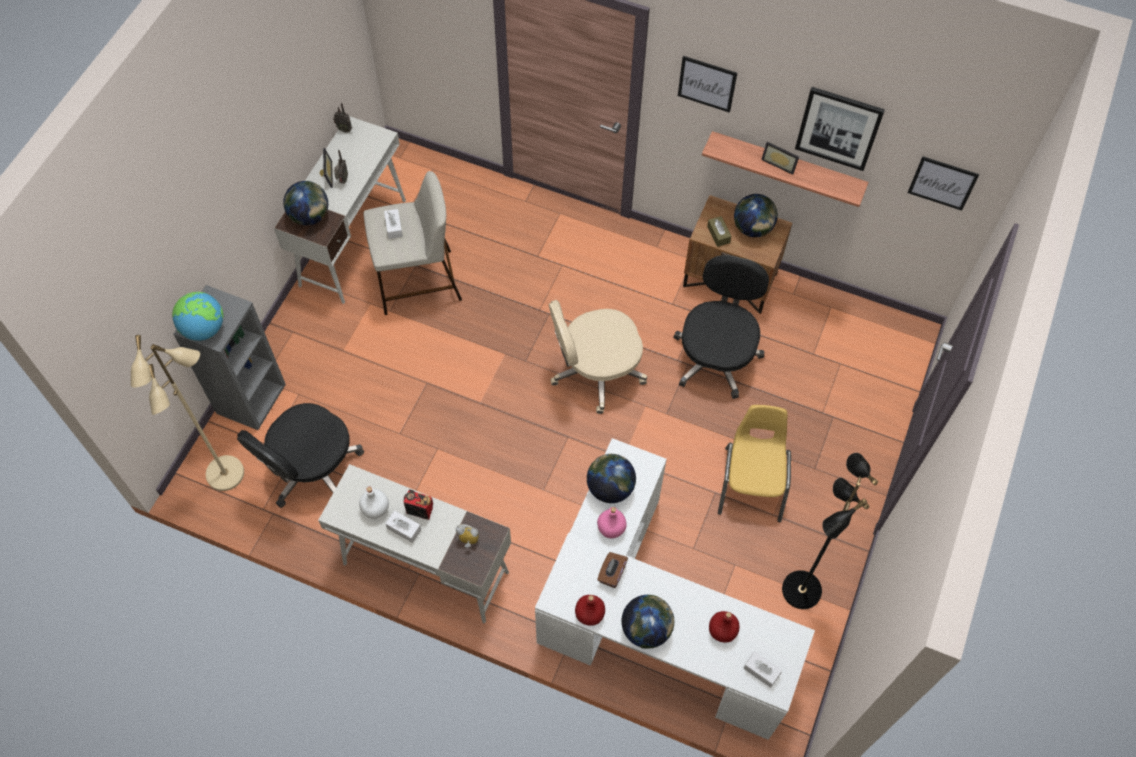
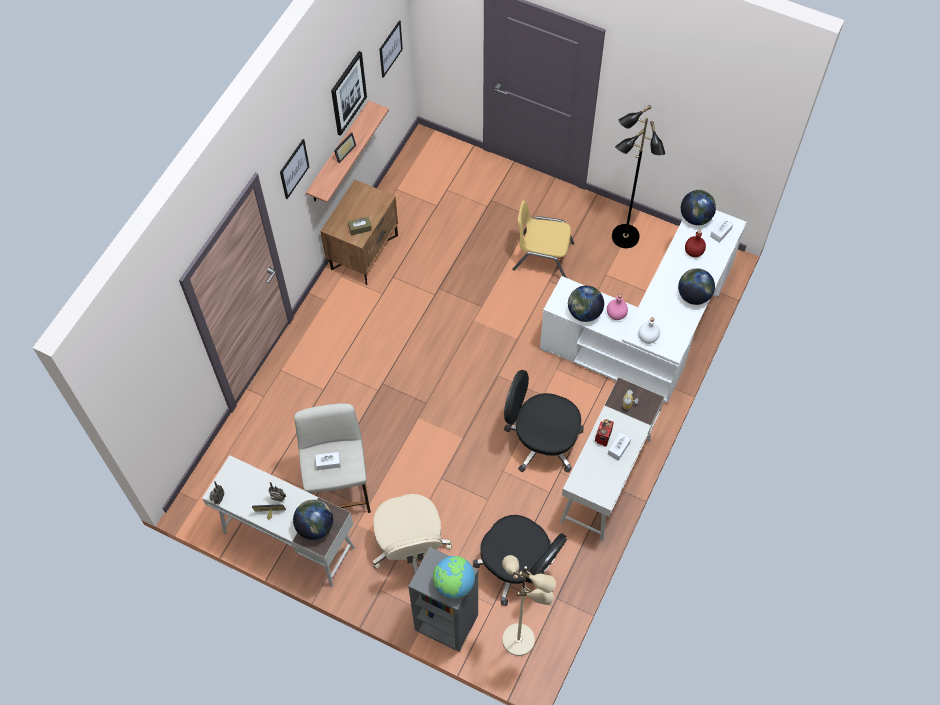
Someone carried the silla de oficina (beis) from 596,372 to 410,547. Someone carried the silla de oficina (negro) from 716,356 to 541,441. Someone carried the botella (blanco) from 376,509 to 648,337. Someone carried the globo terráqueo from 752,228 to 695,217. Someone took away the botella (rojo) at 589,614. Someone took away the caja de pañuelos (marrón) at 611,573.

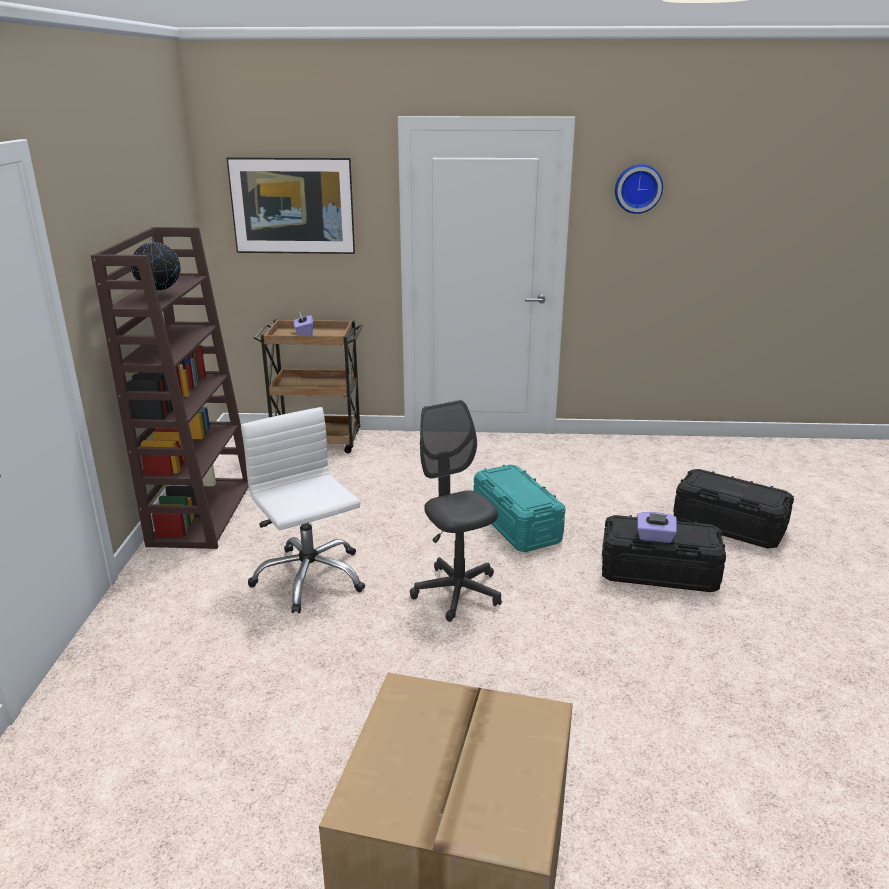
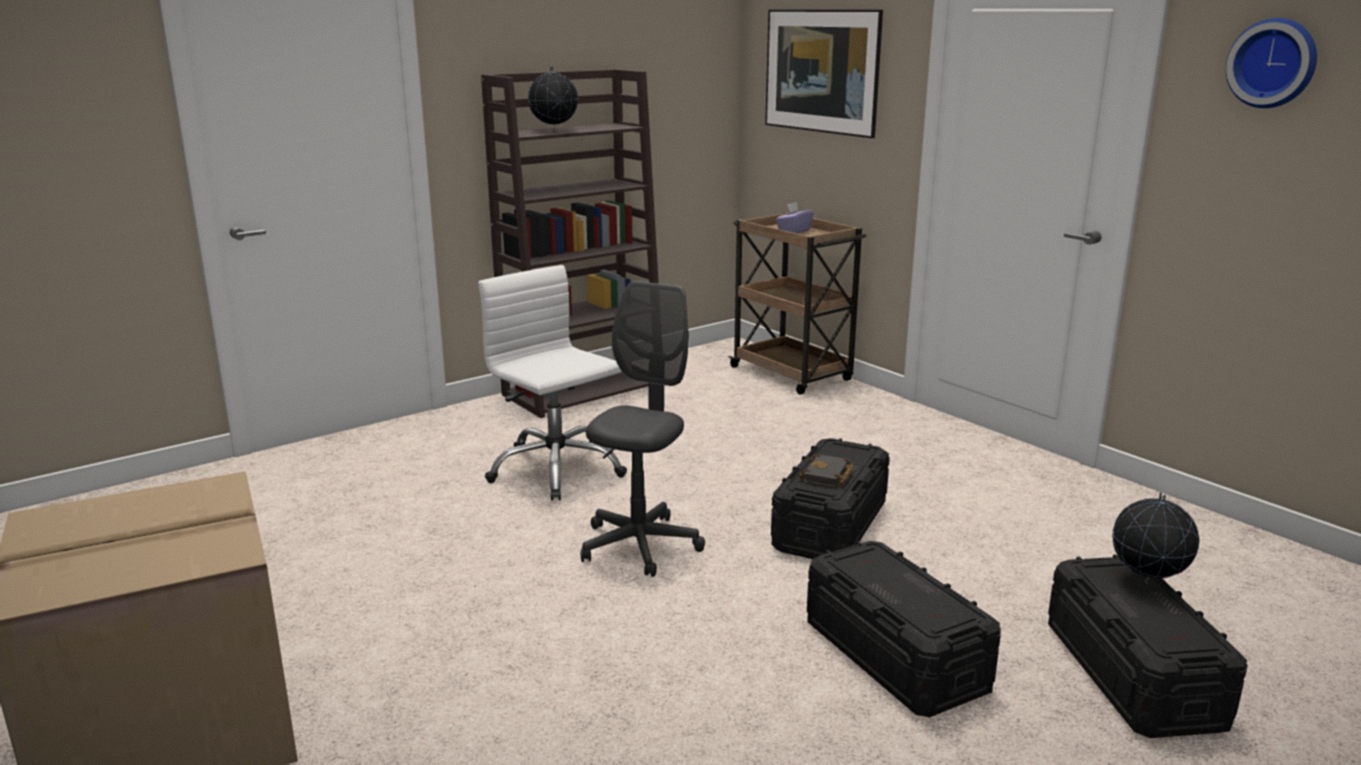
Someone rotated the silla de oficina (blanco) at 309,577 by 60 degrees counterclockwise. Someone repainted the caja de almacenaje (turquesa) at 516,524, which became the caja de almacenaje (negro) at 831,525. Someone put down the libro (negro) at 828,476. Someone put down the globo terráqueo at 1147,582. Someone took away the caja de pañuelos (morado) at 655,537.

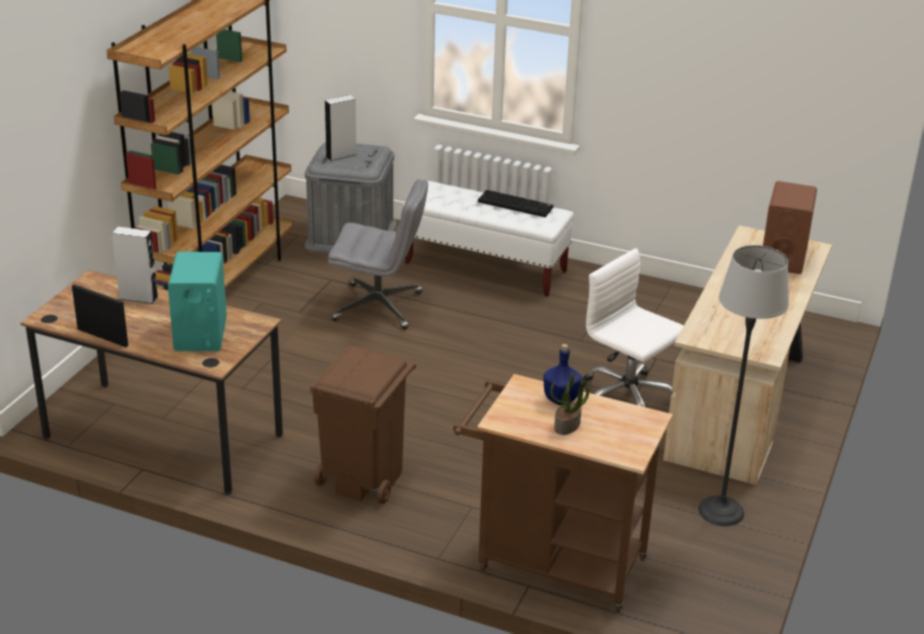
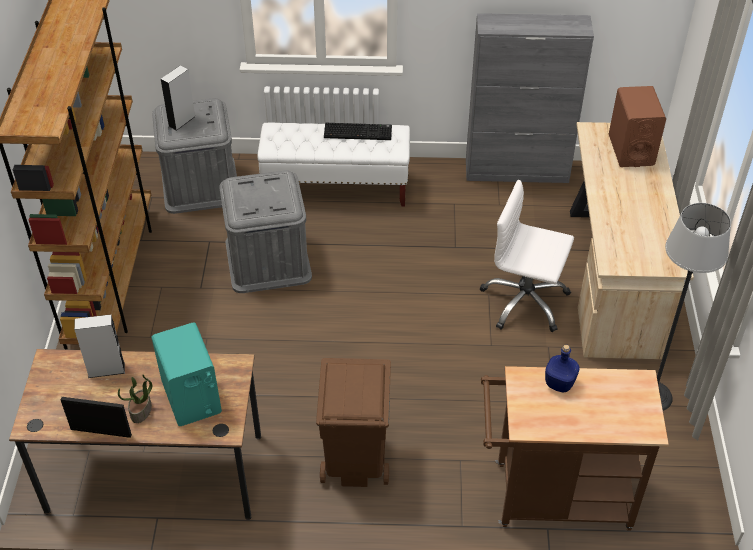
Someone carried the planta en maceta from 567,426 to 141,411. Someone swapped the silla de oficina (gris) at 379,306 for the caja de almacenaje (gris) at 268,260. Someone put down the armario (gris) at 517,171.

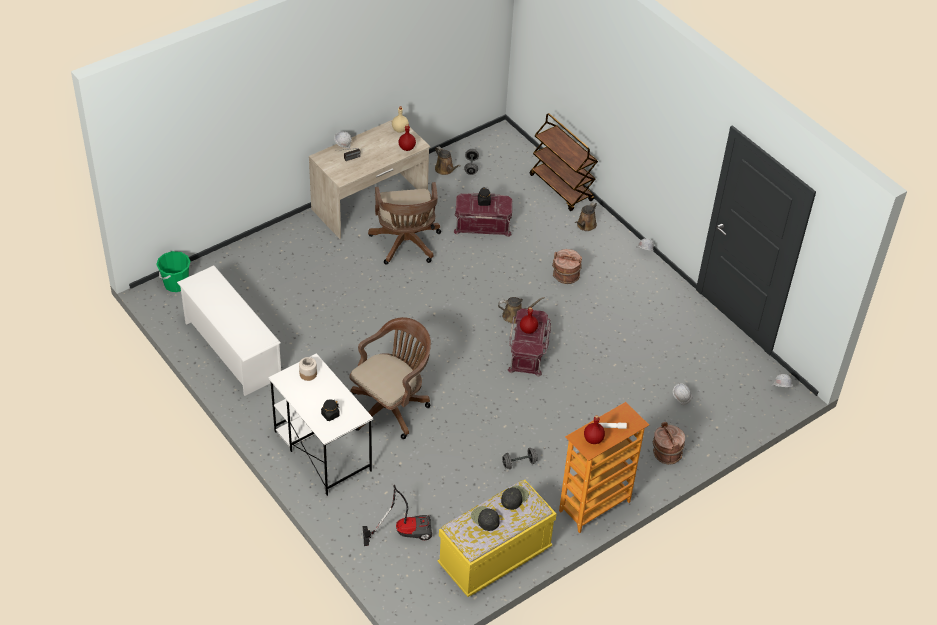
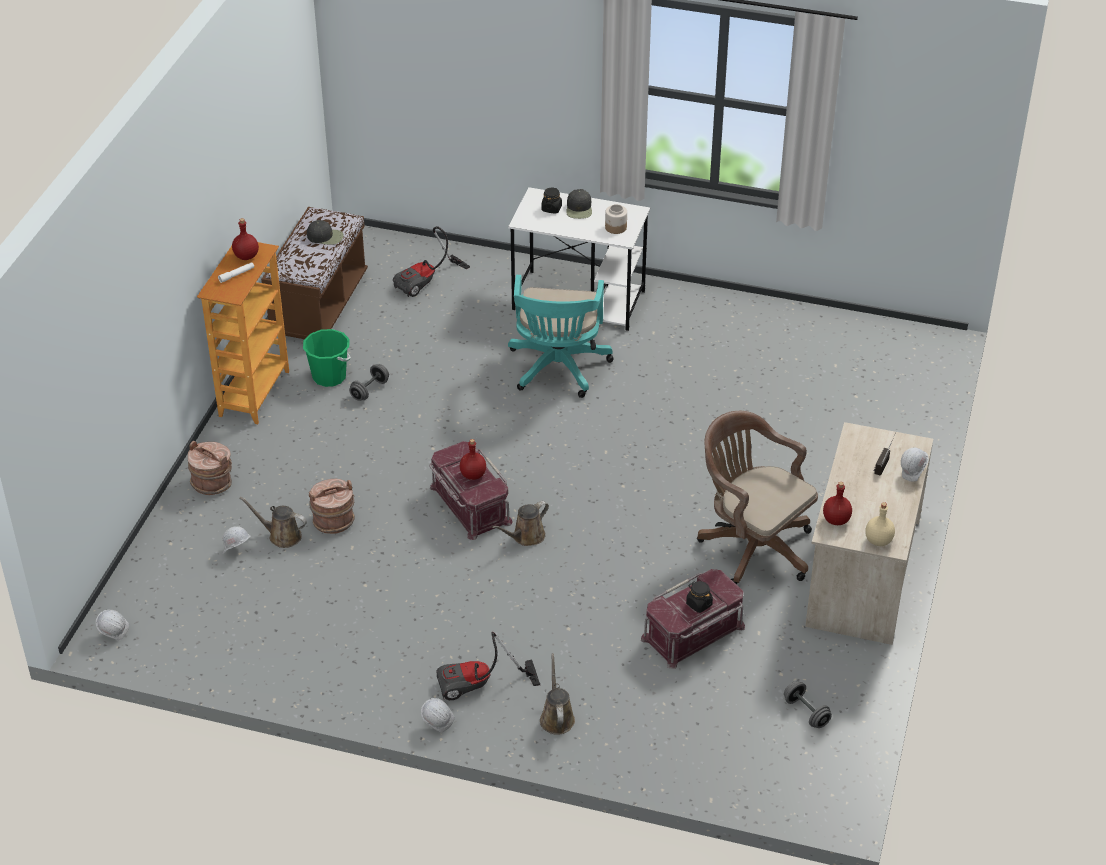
Someone carried the regadera (marrón) from 445,170 to 281,536. Someone repainted the banco (amarillo) at 494,557, which became the banco (marrón) at 319,305. Someone carried the cubo (verde) from 176,284 to 329,376. Someone carried the cubo (marrón) from 565,276 to 333,521. Someone put down the aspiradora at 479,686. Someone repainted the silla de oficina (marrón) at 391,407, which became the silla de oficina (turquesa) at 557,370. Someone carried the gorra (negro) from 514,497 to 579,209. Someone took away the zapatero (blanco) at 232,350. Someone took away the carrito (marrón) at 561,188.

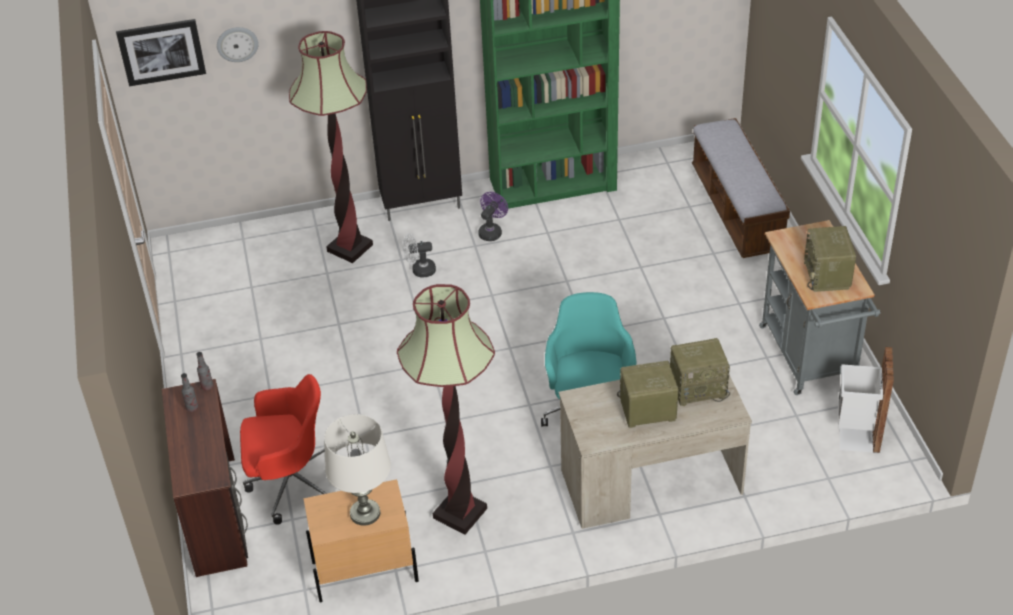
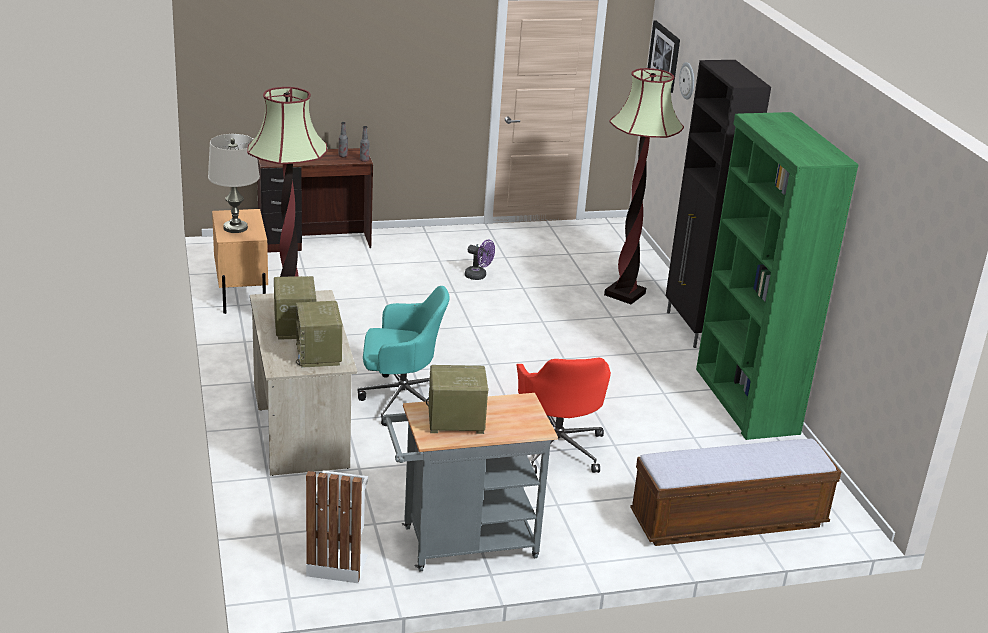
Someone carried the ventilador (morado) from 492,231 to 478,276. Someone carried the silla de oficina (rojo) from 290,483 to 557,448. Someone took away the ventilador (blanco) at 419,270.

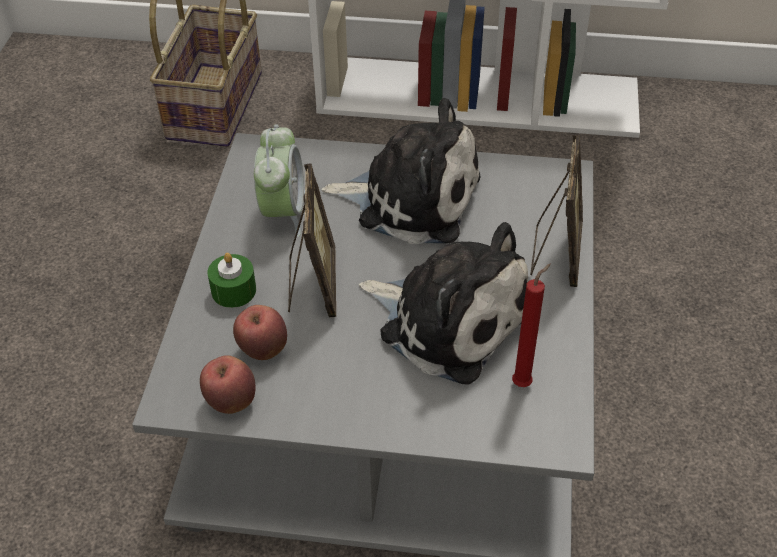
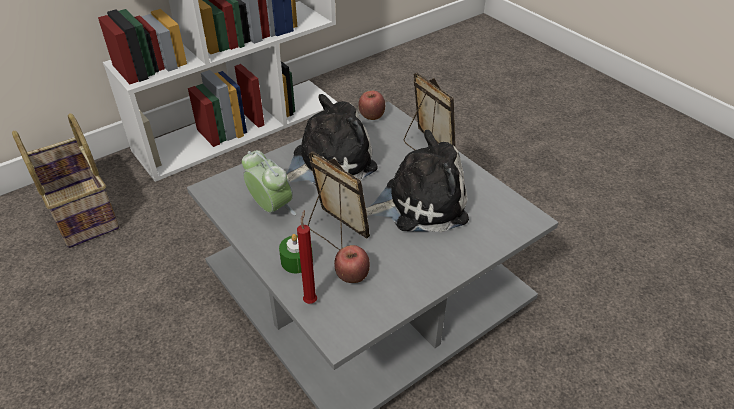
Someone carried the vela (rojo) from 524,382 to 311,300. Someone carried the manzana from 231,401 to 372,117.

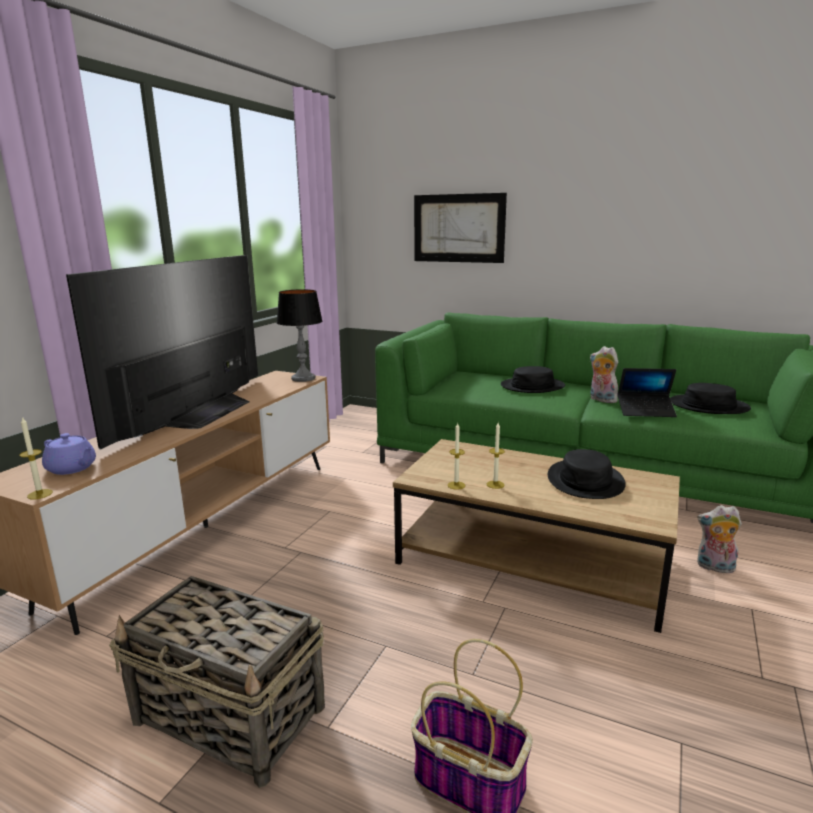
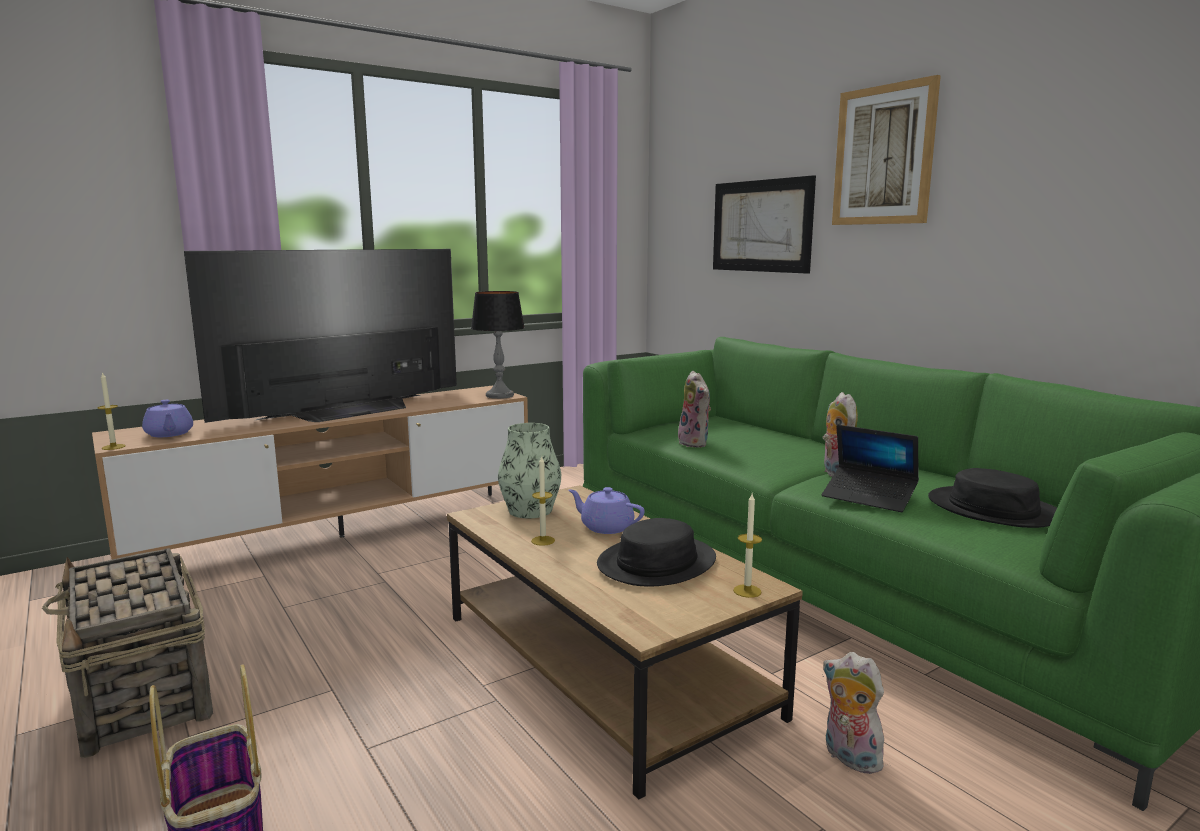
Someone put down the florero at 530,510. Someone put down the tetera (morado) at 606,527. Someone put down the peluche at 696,443. Someone carried the vela from 456,485 to 747,591. Someone put up the cuadro at 883,155. Someone took away the sombrero (negro) at 532,386.

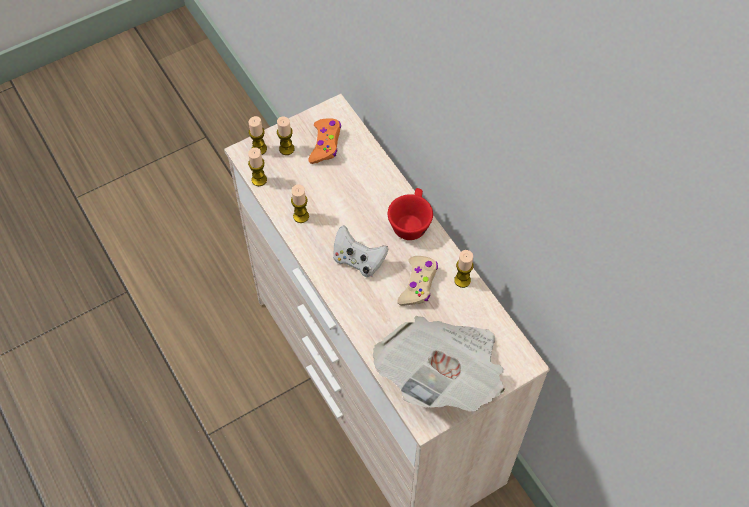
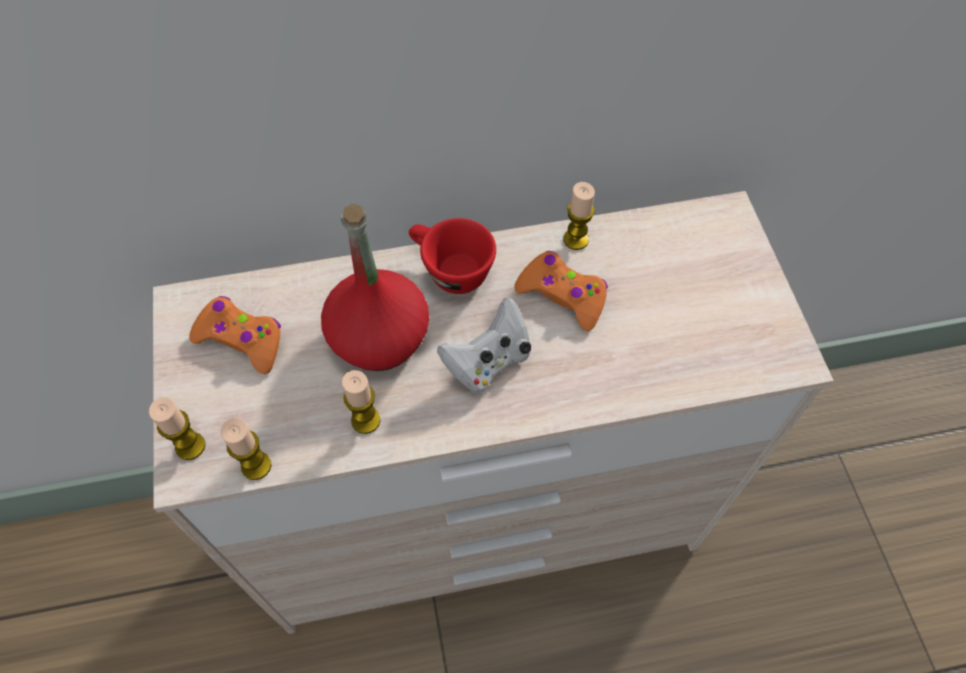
Someone put down the botella (rojo) at 380,338. Someone repainted the mando de consola (beis) at 418,284, which became the mando de consola (naranja) at 562,295. Someone took away the vela at 286,149. Someone took away the periódico at 443,375.

